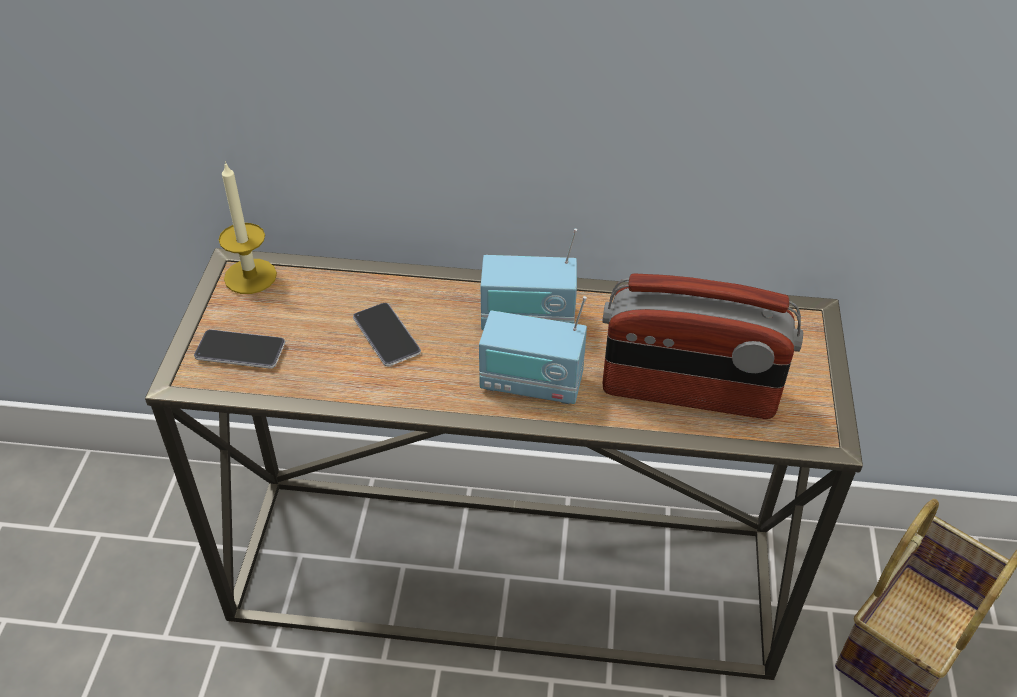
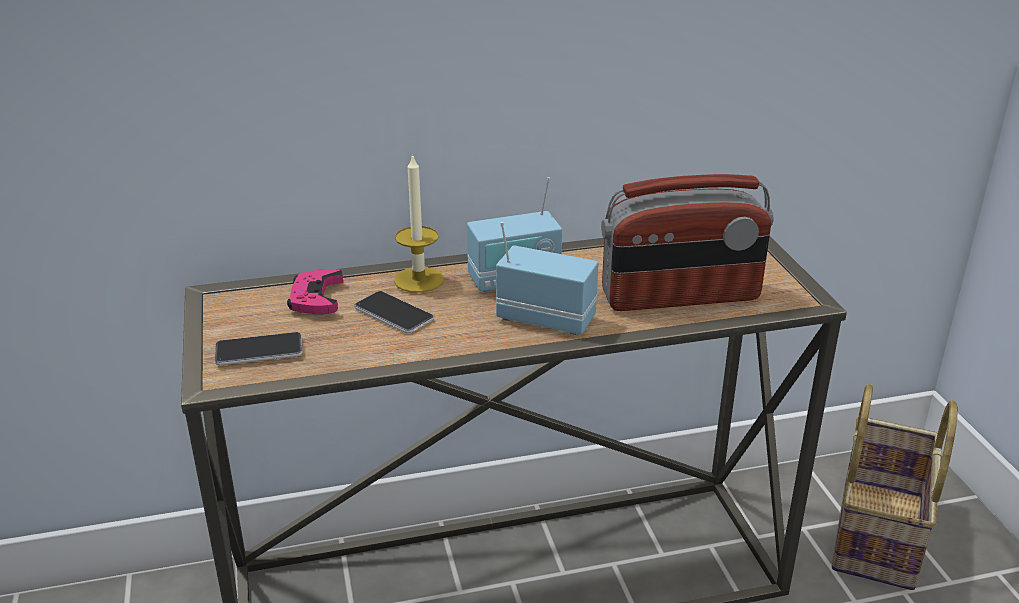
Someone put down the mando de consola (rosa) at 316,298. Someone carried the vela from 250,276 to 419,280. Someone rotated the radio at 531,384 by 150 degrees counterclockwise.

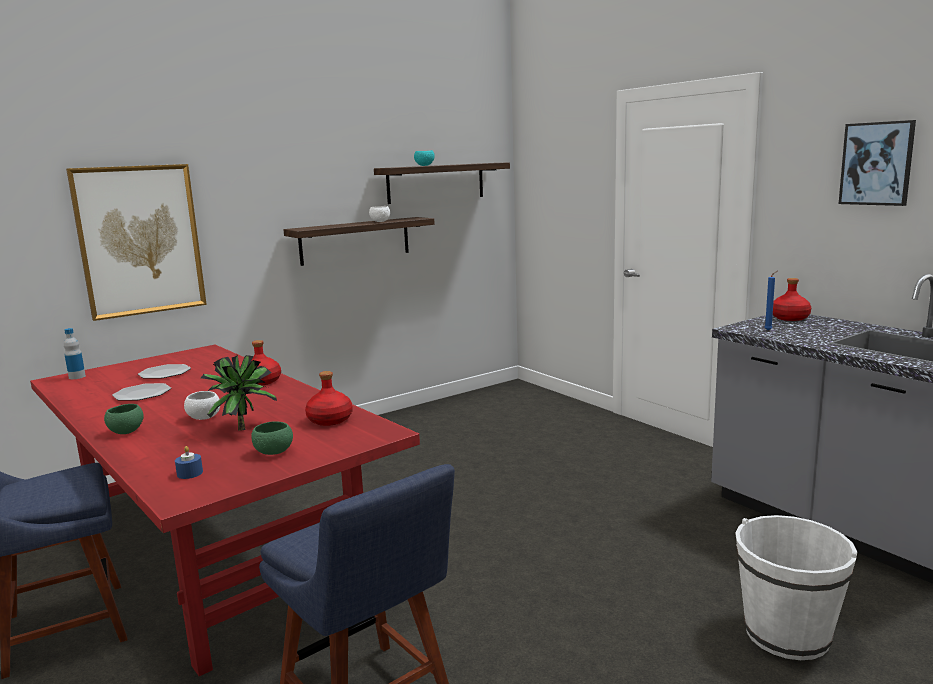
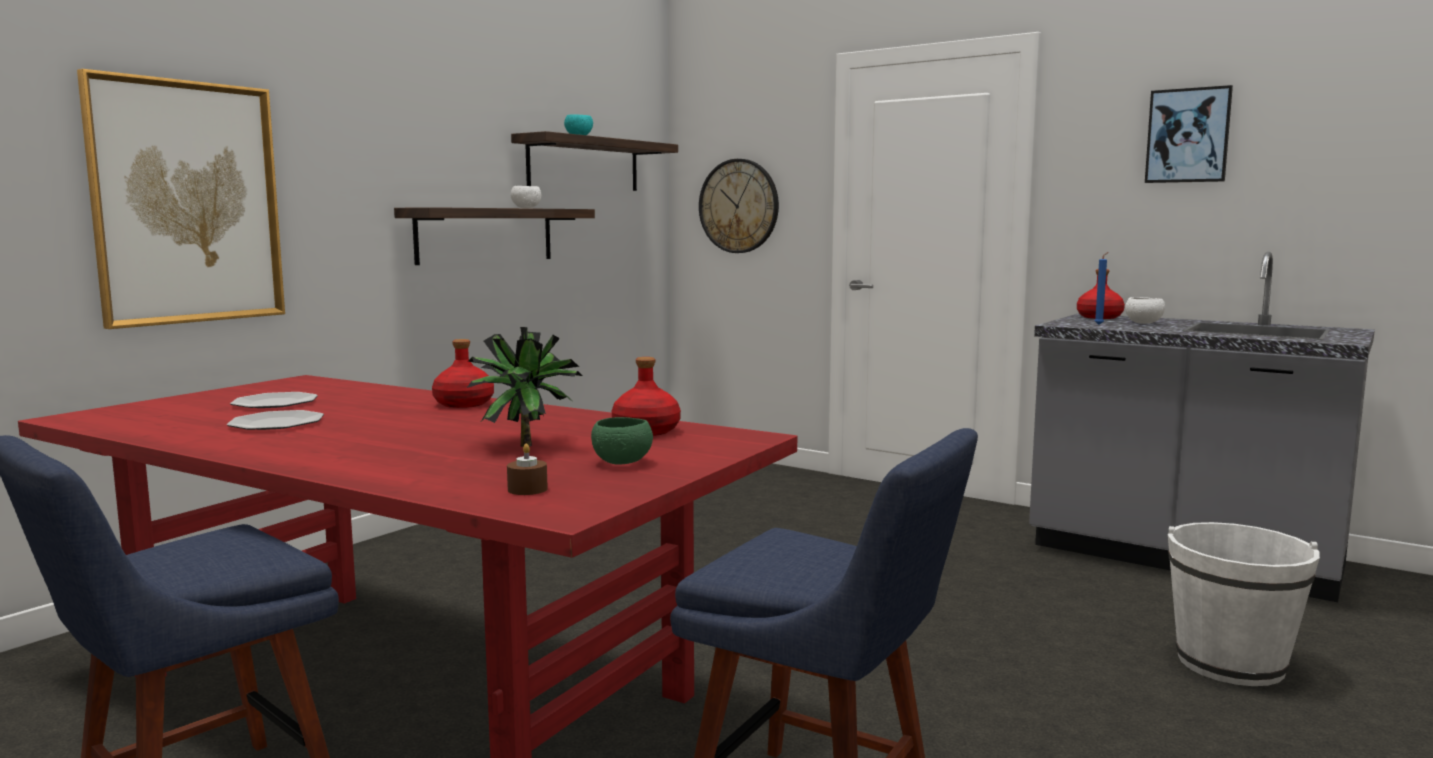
Someone repainted the vela (azul) at 190,473, which became the vela (marrón) at 527,489. Someone put up the reloj de pared at 739,206. Someone carried the cuenco (blanco) from 204,418 to 1143,323. Someone took away the botella at 77,377. Someone took away the cuenco (verde) at 126,432.

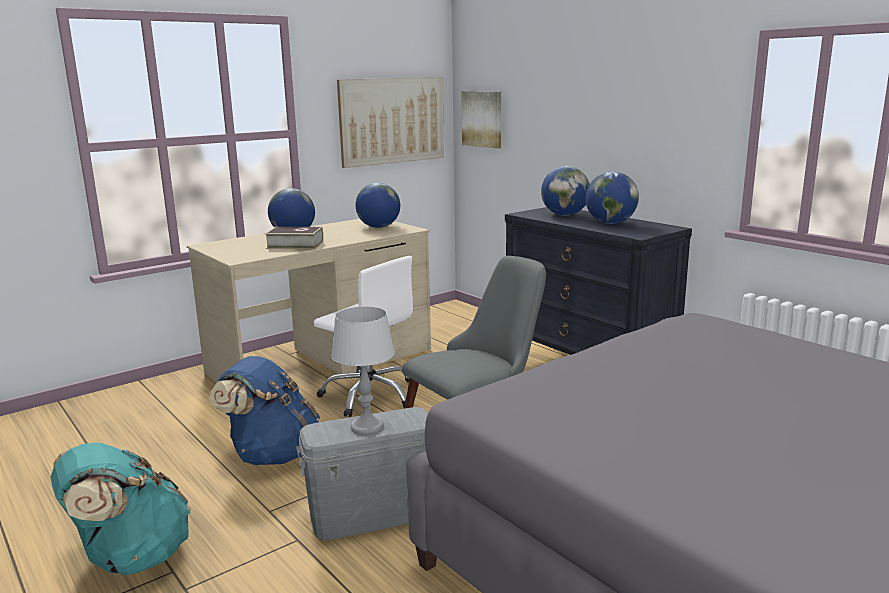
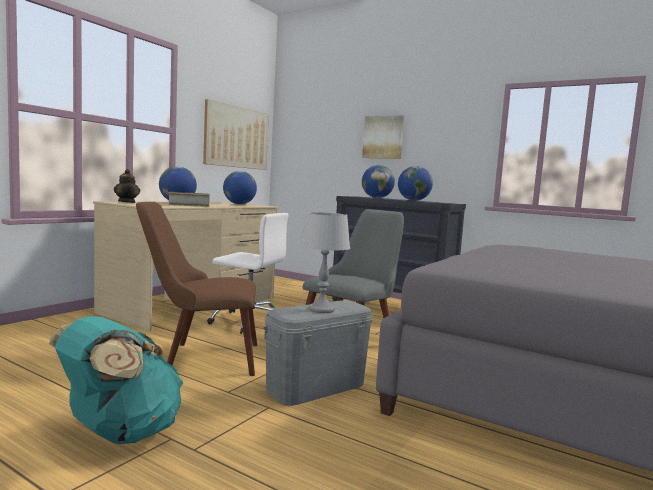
Someone put down the tetera at 127,202. Someone swapped the mochila (azul) at 272,455 for the silla (marrón) at 199,358. Someone carried the cuadro from 482,119 to 383,137.

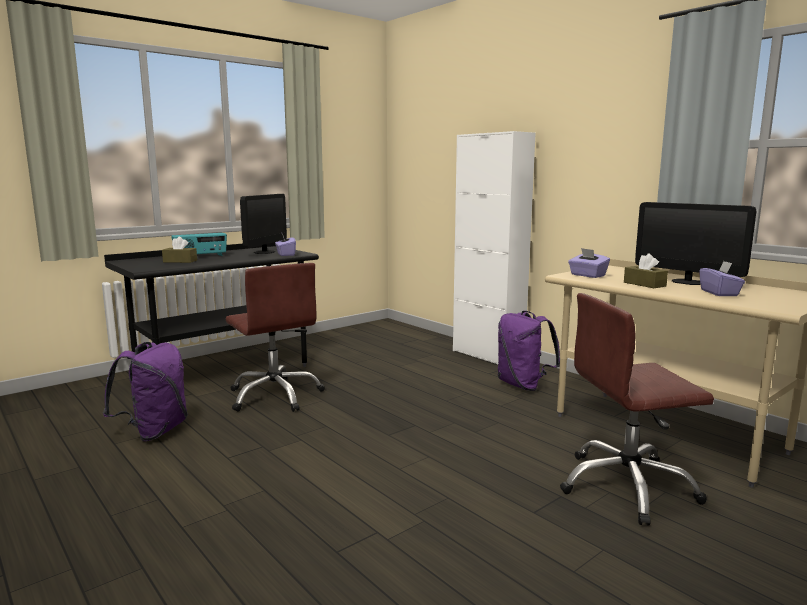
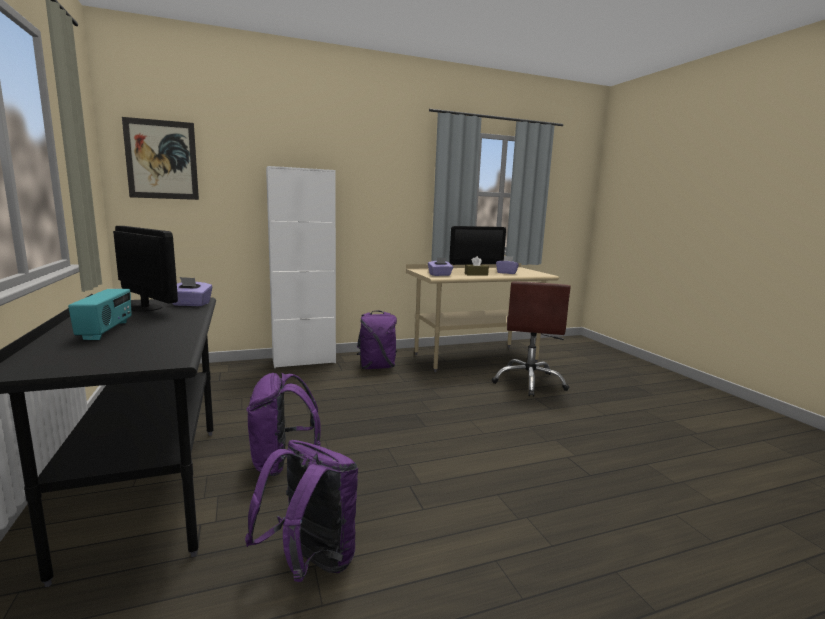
Someone put up the cuadro at 162,160. Someone swapped the silla de oficina (marrón) at 275,395 for the mochila (morado) at 282,463. Someone took away the caja de pañuelos (marrón) at 180,261.

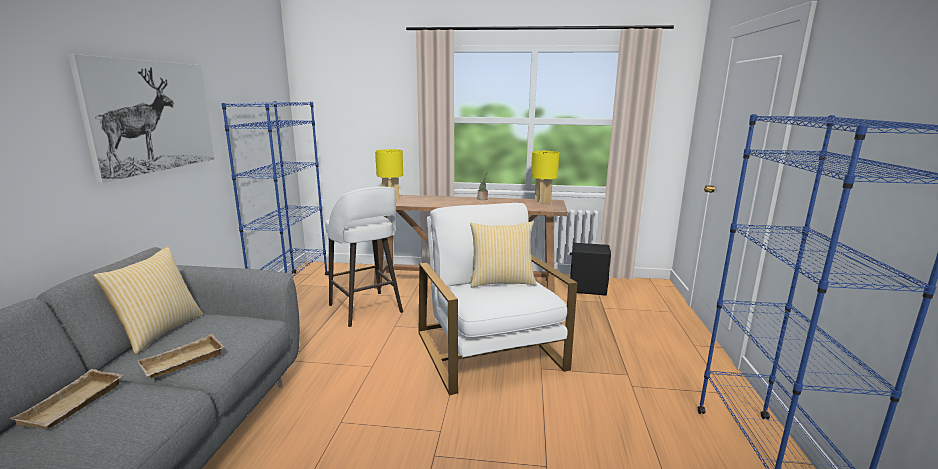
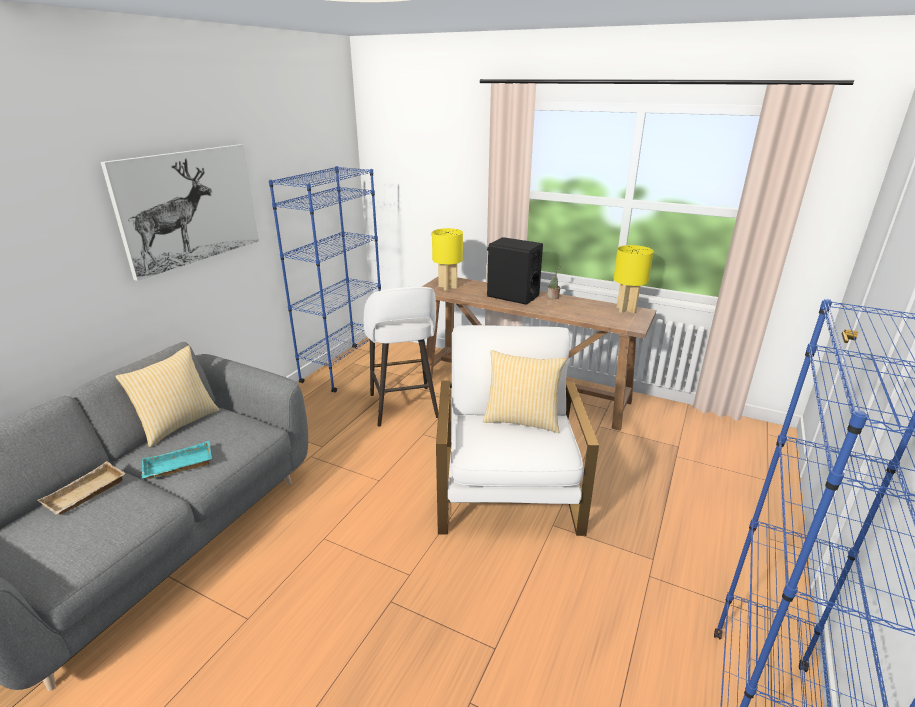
Someone repainted the bandeja (beis) at 182,362, which became the bandeja (turquesa) at 178,466. Someone carried the altavoz (negro) from 587,289 to 512,296.

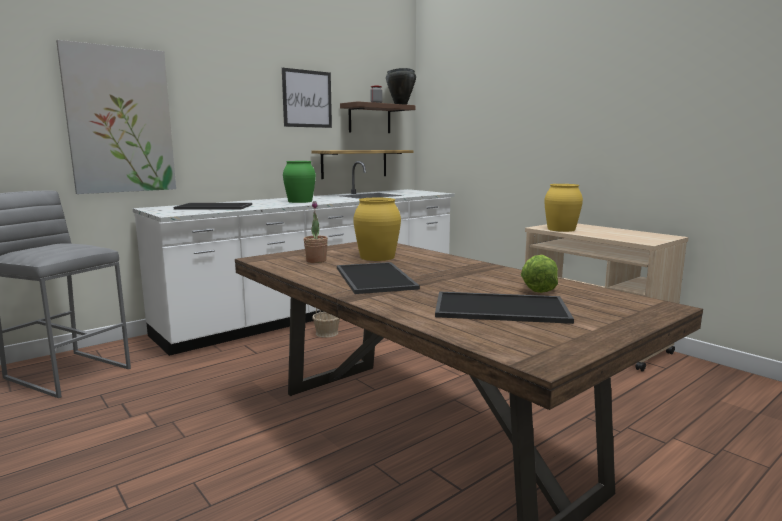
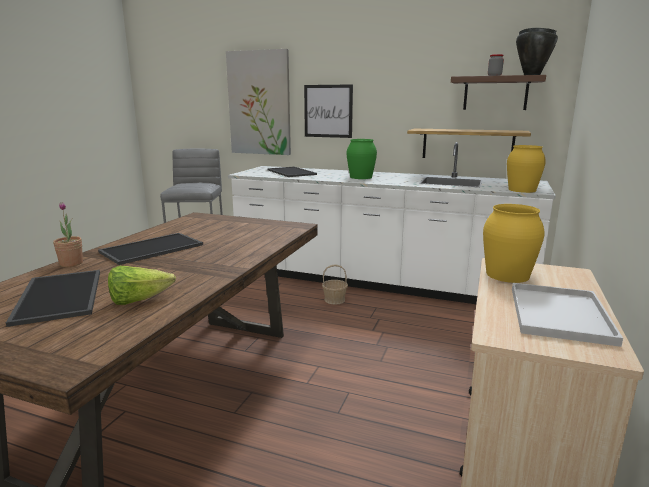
Someone carried the planta en maceta from 316,261 to 71,263. Someone carried the cuadro from 307,99 to 328,111. Someone carried the florero (amarillo) from 377,257 to 522,190. Someone put down the bandeja (blanco) at 561,315.

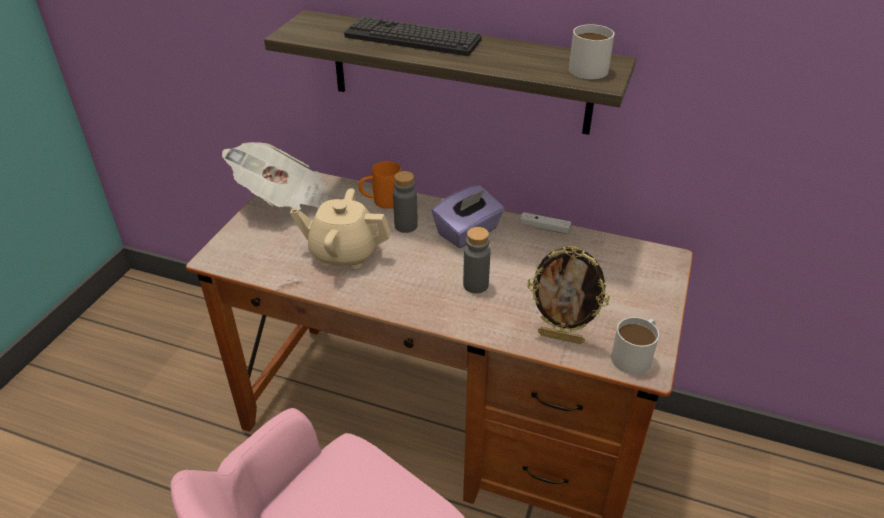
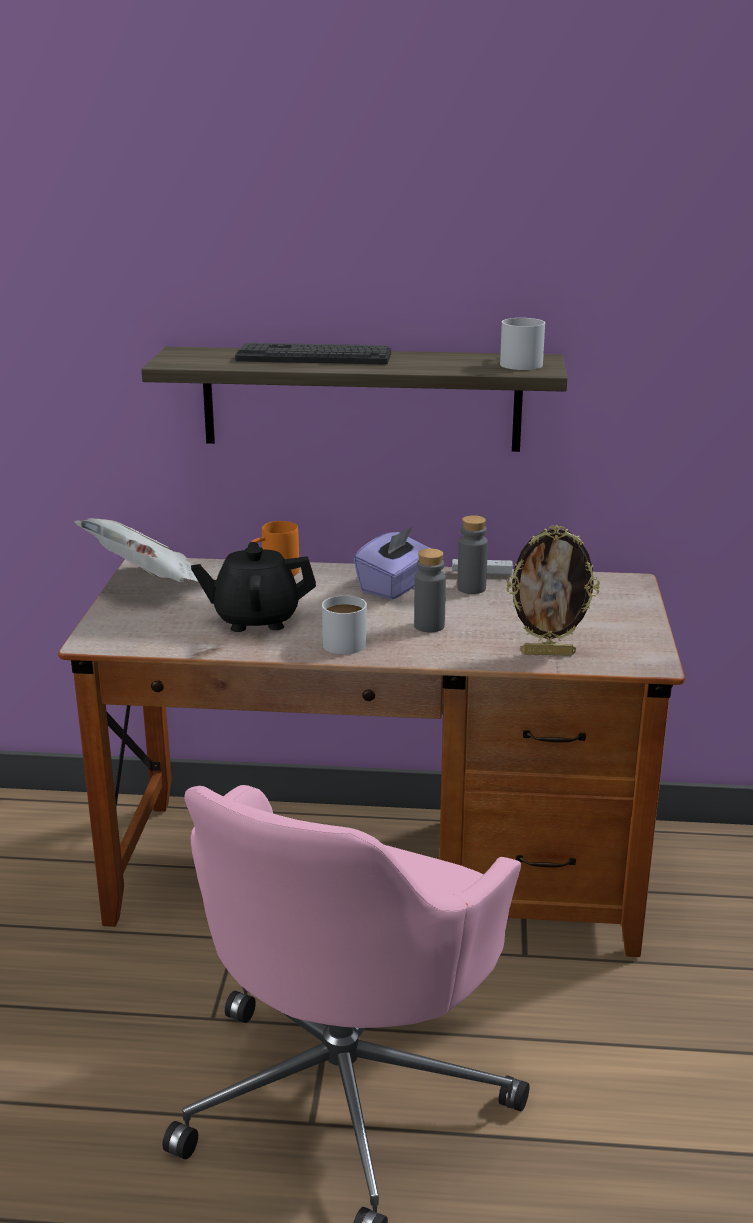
Someone repainted the tetera (beis) at 344,253, which became the tetera (negro) at 256,619. Someone carried the taza grande (blanco) from 635,354 to 349,640. Someone carried the botella (gris) from 406,226 to 471,588.

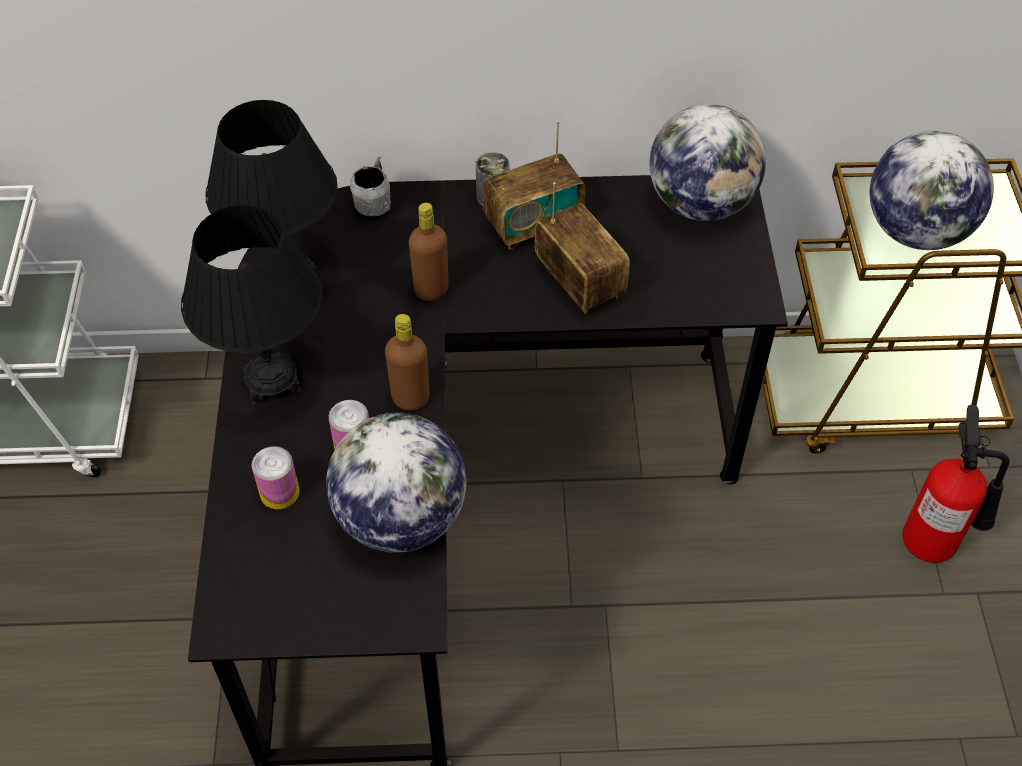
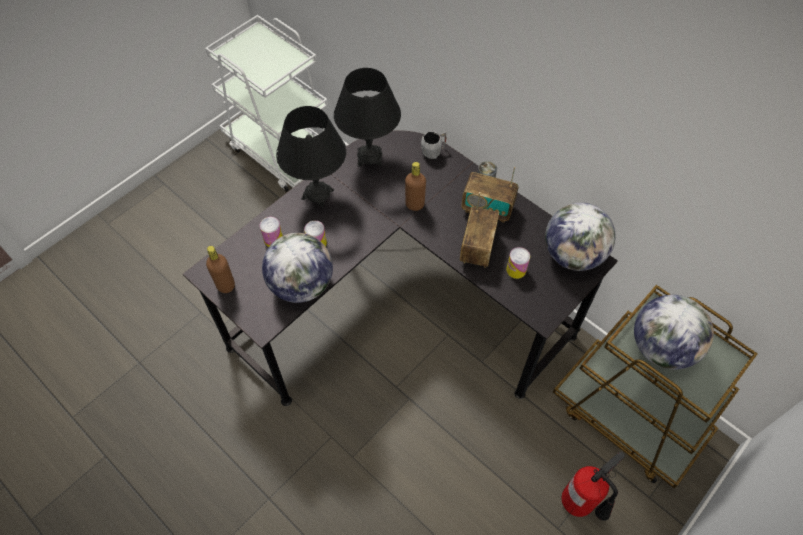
Someone carried the botella (marrón) from 410,398 to 226,285. Someone put down the lata at 516,270.

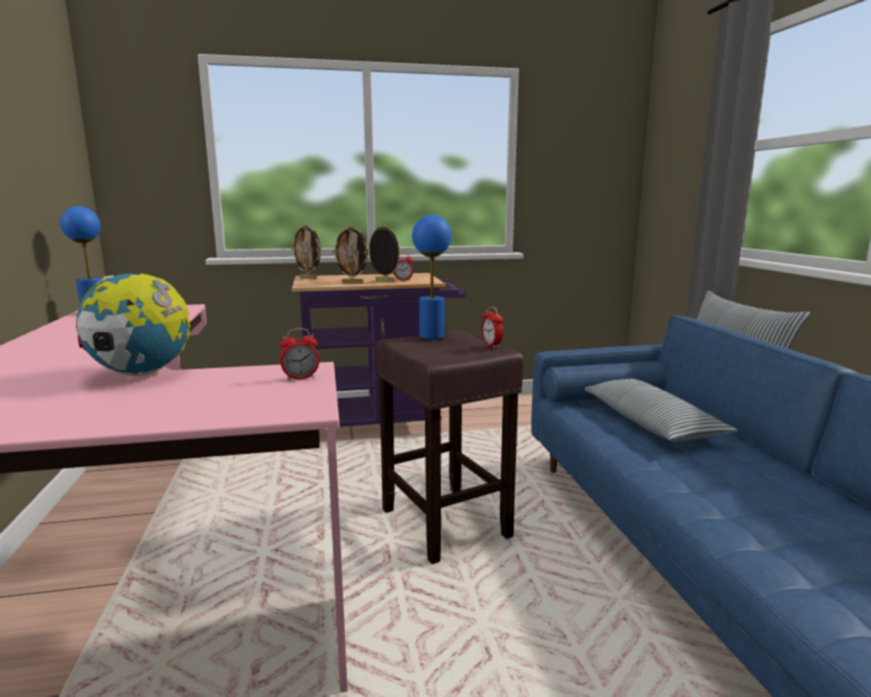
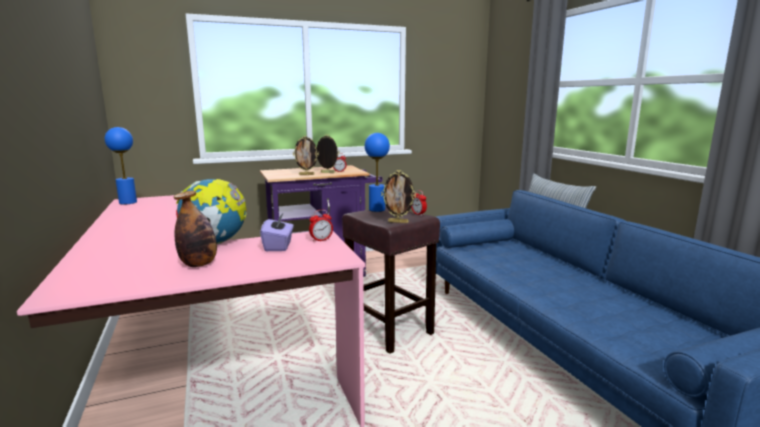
Someone put down the botella at 199,264. Someone put down the caja de pañuelos (morado) at 278,246. Someone carried the portarretratos from 308,278 to 398,222. Someone took away the cojín at 650,423.

